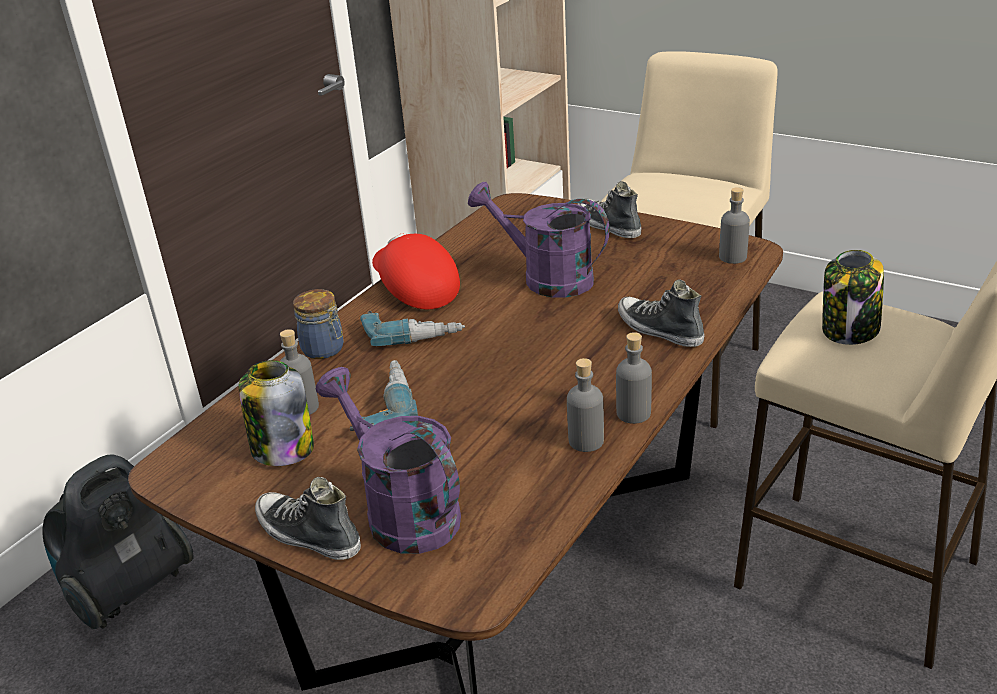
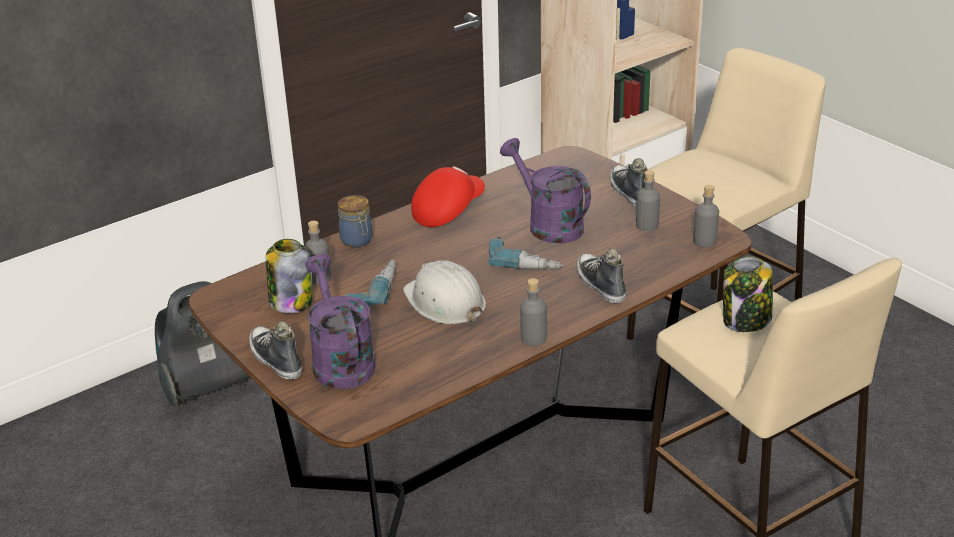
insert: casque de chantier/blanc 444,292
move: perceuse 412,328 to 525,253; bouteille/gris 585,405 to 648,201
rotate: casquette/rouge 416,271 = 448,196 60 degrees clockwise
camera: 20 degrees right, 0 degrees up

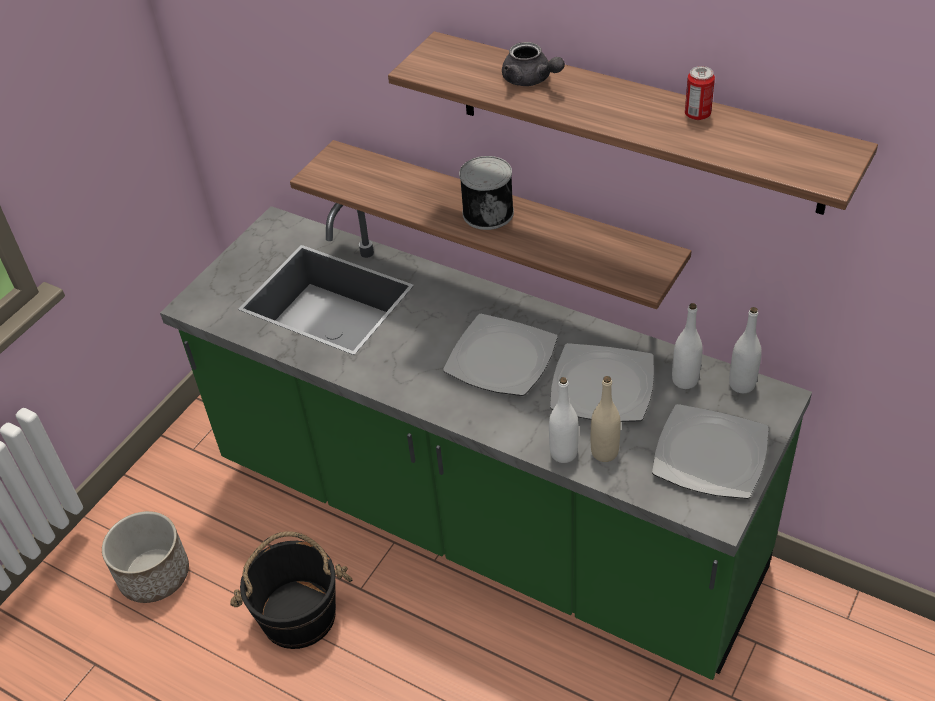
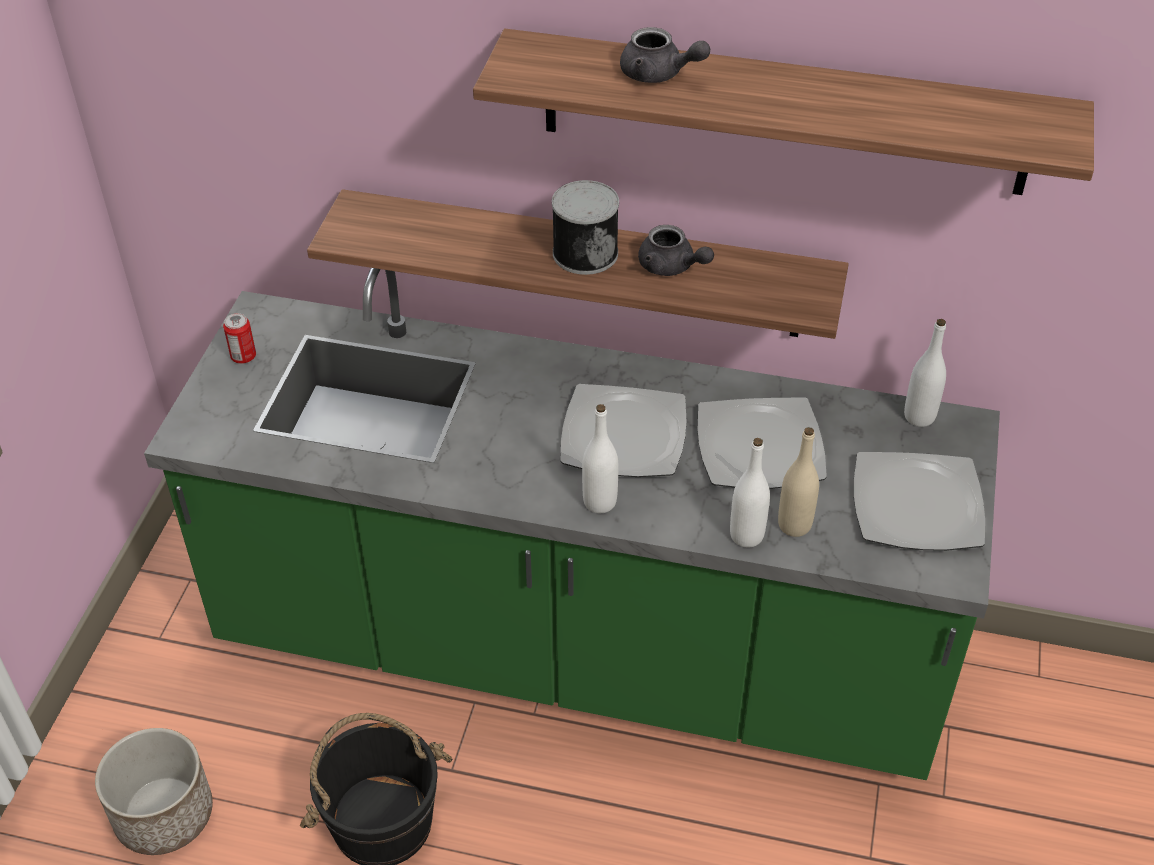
insert: théière/gris 676,250
move: bouteille/blanc 687,346 to 600,458; boîte métallique 700,93 to 239,338
camera: 20 degrees left, 0 degrees up

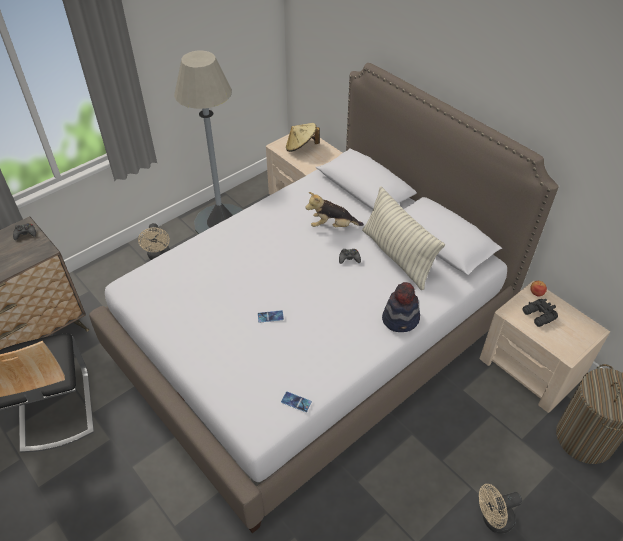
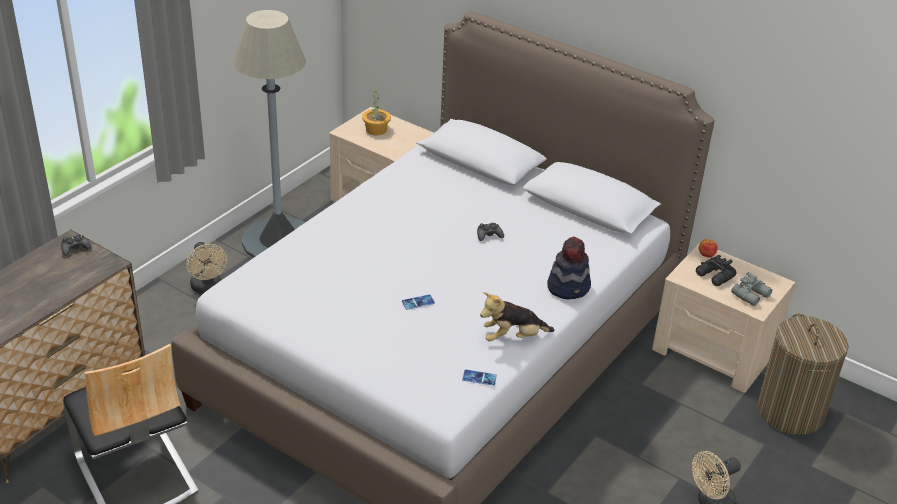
delete: coussin 403,238
insert: jumelles/gris 751,289
move: peluche 334,209 to 517,316
replace: chapeau/beige 303,137 to plante en pot 376,112
camera: 15 degrees left, 10 degrees down

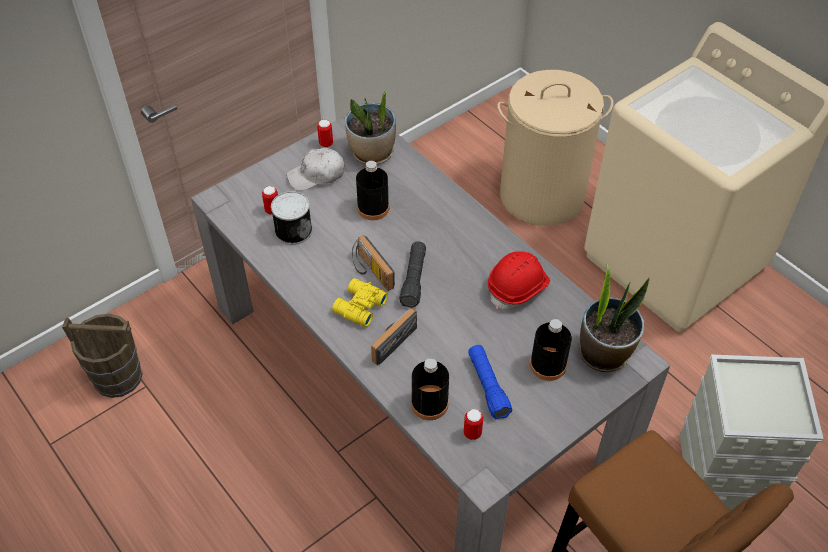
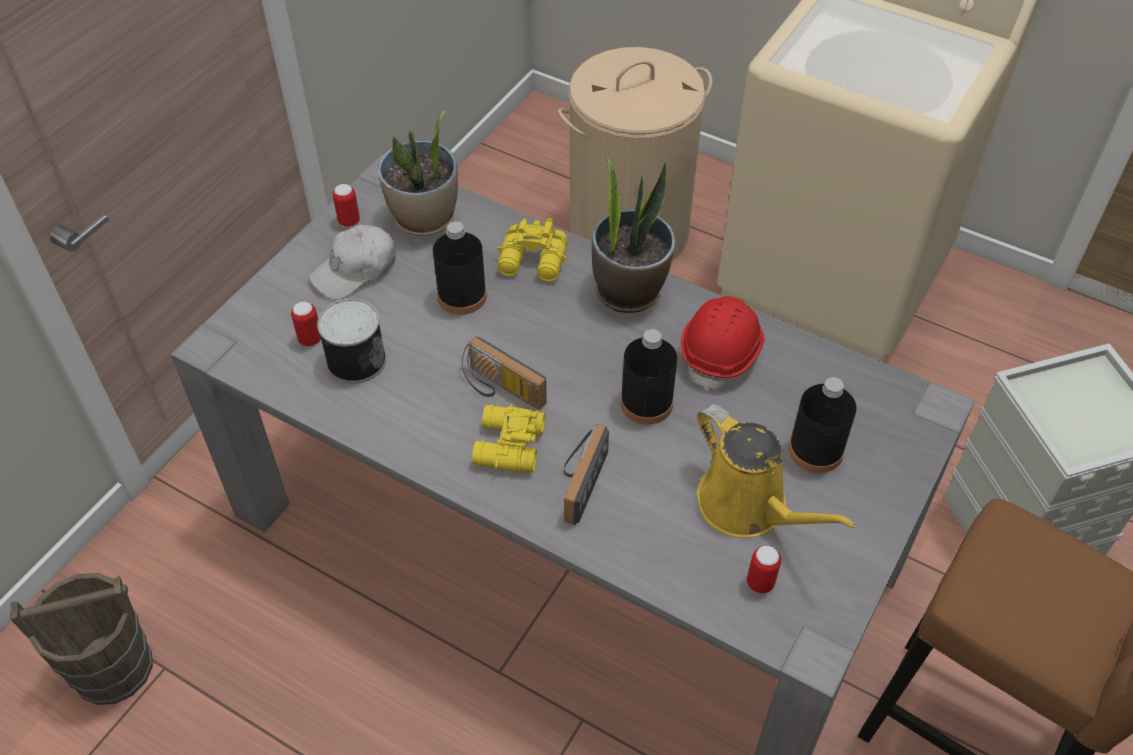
delete: lampe de poche/noir 412,274
insert: jumelles/jaune 532,250
move: bouteille/noir 430,389 to 648,376; plante en pot 614,317 to 633,234
replace: lampe de poche/bleu 490,382 to arrosoir/jaune 777,471
camera: 20 degrees left, 0 degrees up

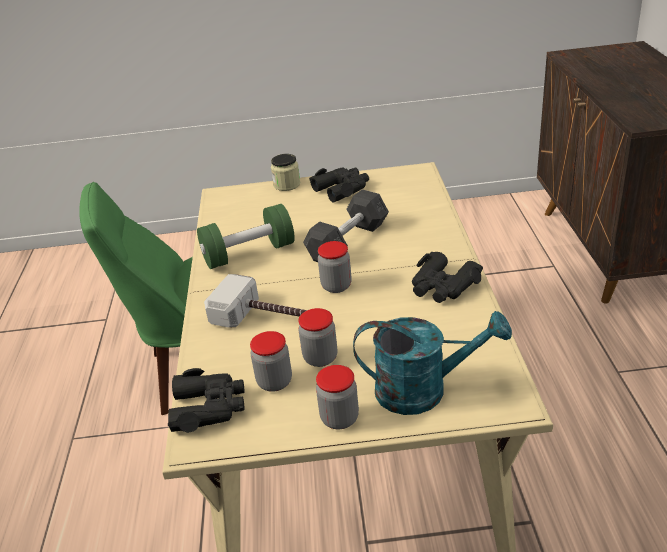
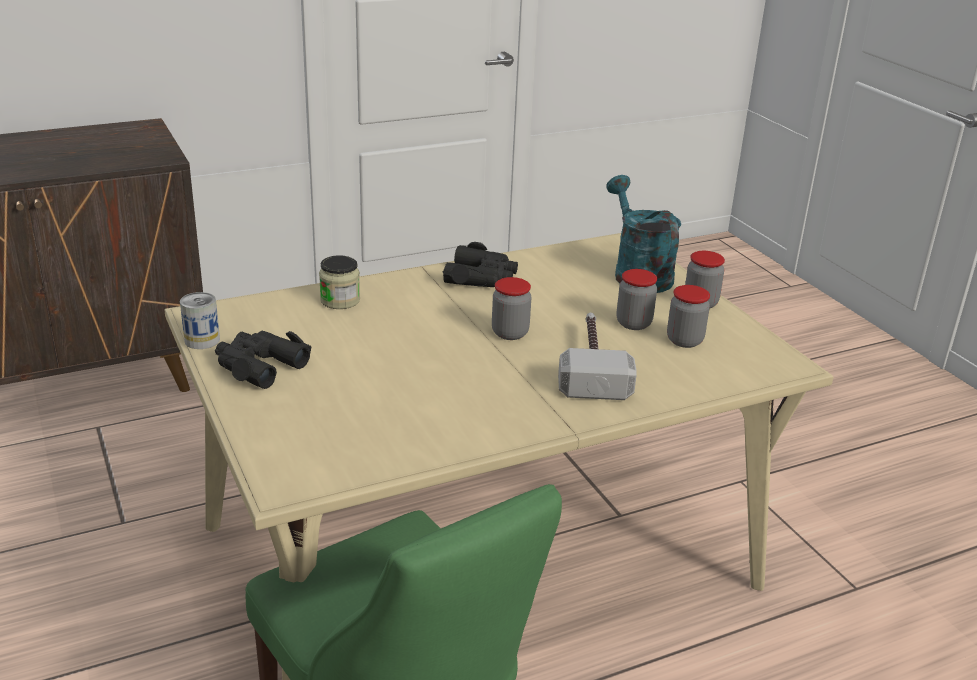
delete: jumelles/noir 206,400; haltère/vert 246,236; haltère/gris 346,225
insert: boîte métallique 200,320
move: bocal 285,172 to 339,282
camera: 115 degrees left, 5 degrees down

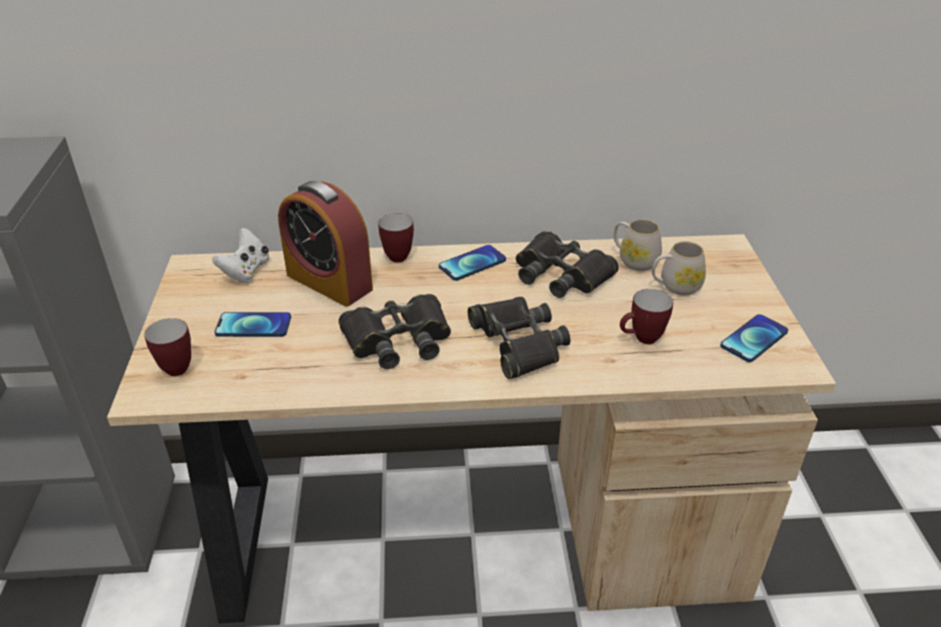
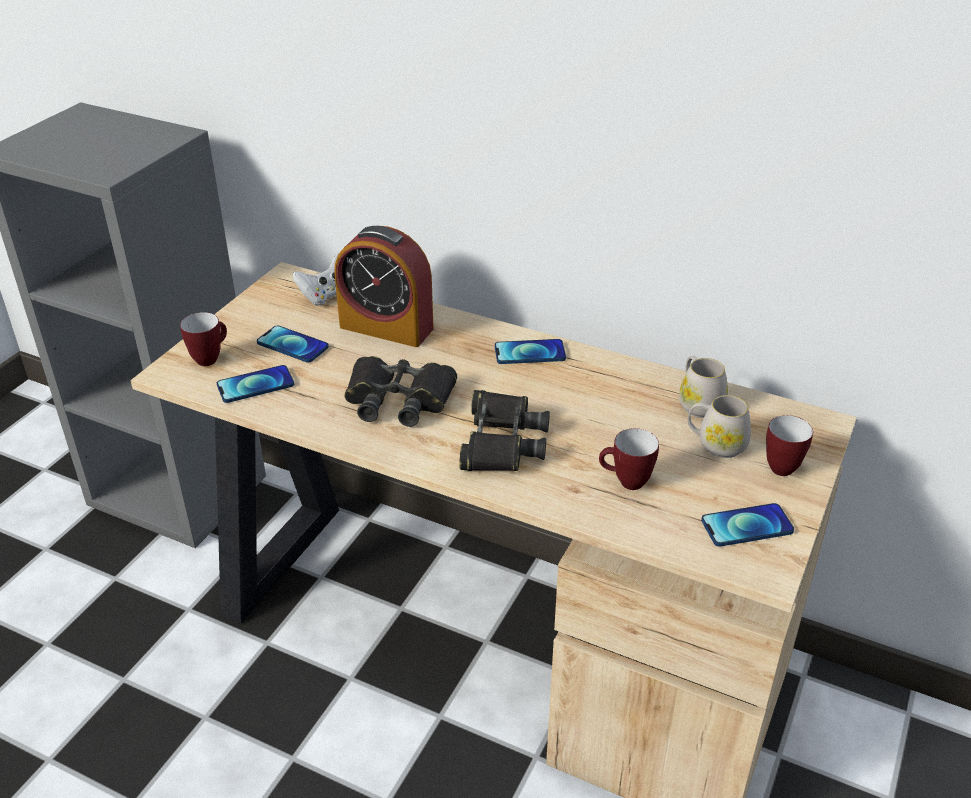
delete: jumelles/noir 567,264
insert: téléphone 255,384
move: mug 396,238 to 789,445
rotate: réveil 325,244 = 384,286 45 degrees counterclockwise
camera: 30 degrees right, 0 degrees up

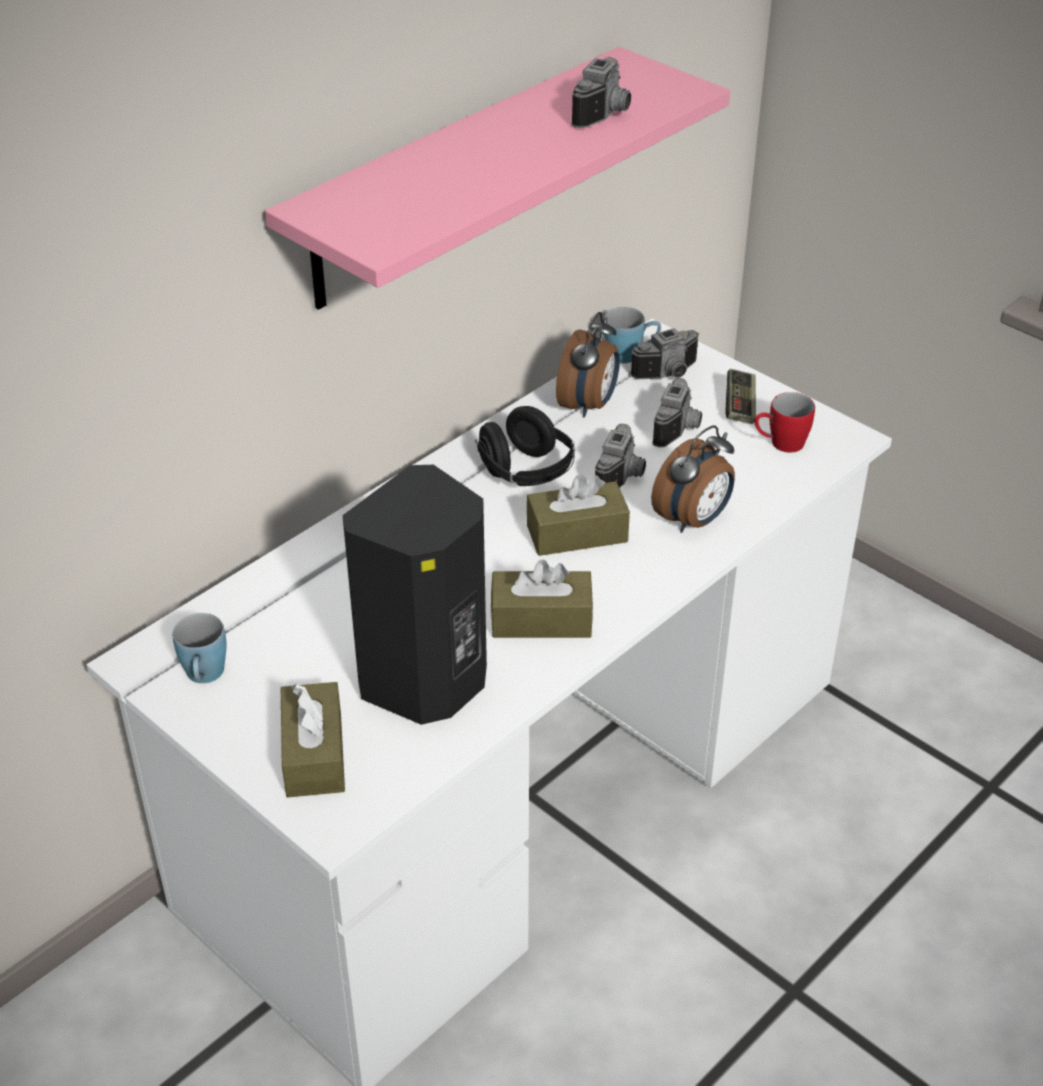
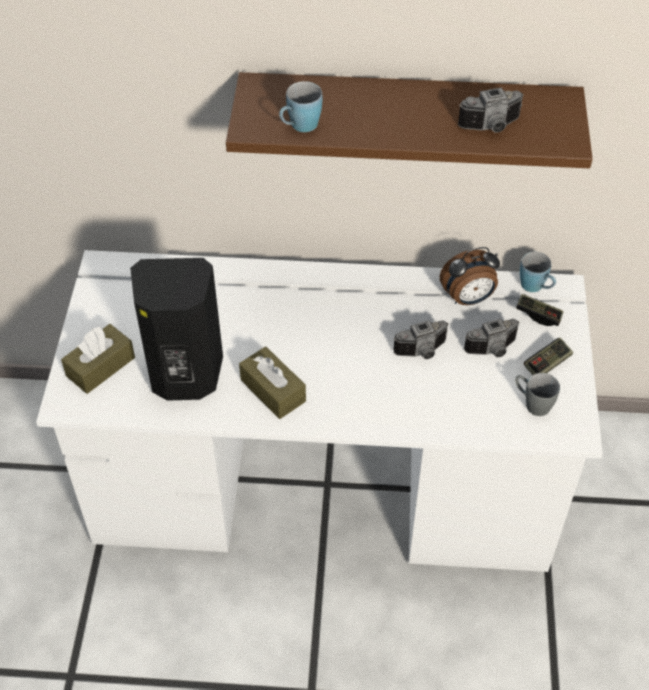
delete: casque audio/noir 525,446; boîte à mouchoirs/marron 578,515; réveil 693,479
move: mug/bleu 199,648 to 301,106
replace: appareil photo 665,353 to manette 539,310
recolor: étagère/rose 497,178 to étagère/marron 409,120; mug/rouge 784,422 to mug/gris 537,394
camera: 50 degrees right, 10 degrees up

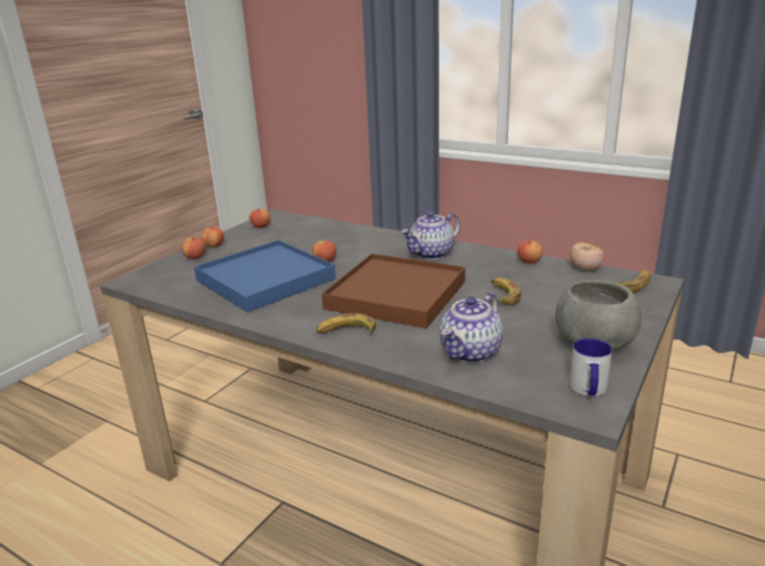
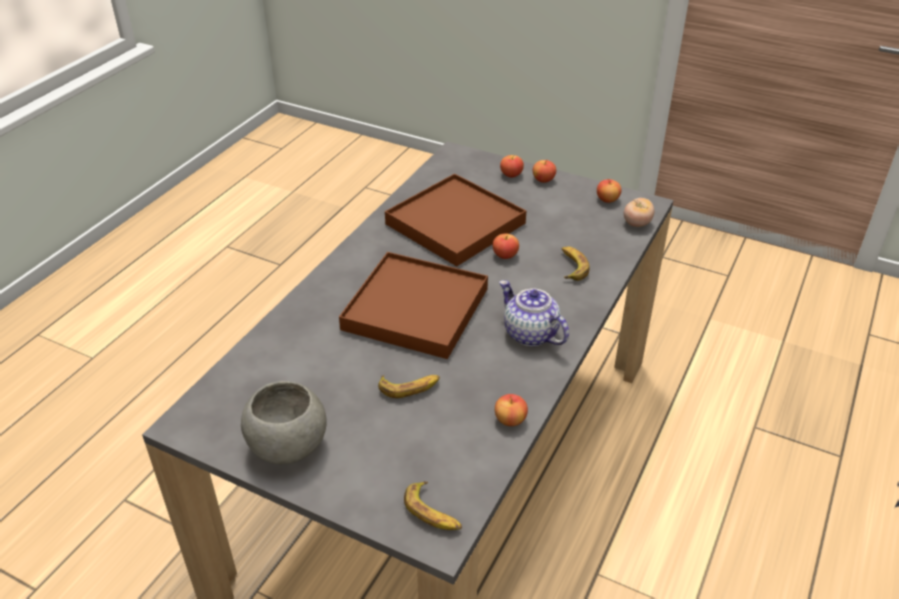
delete: théière 471,328; mug 590,367
move: banane 346,323 to 575,263; tomate 587,256 to 639,212
recolor: plateau/bleu 265,276 to plateau/marron 455,220
camera: 85 degrees right, 15 degrees up

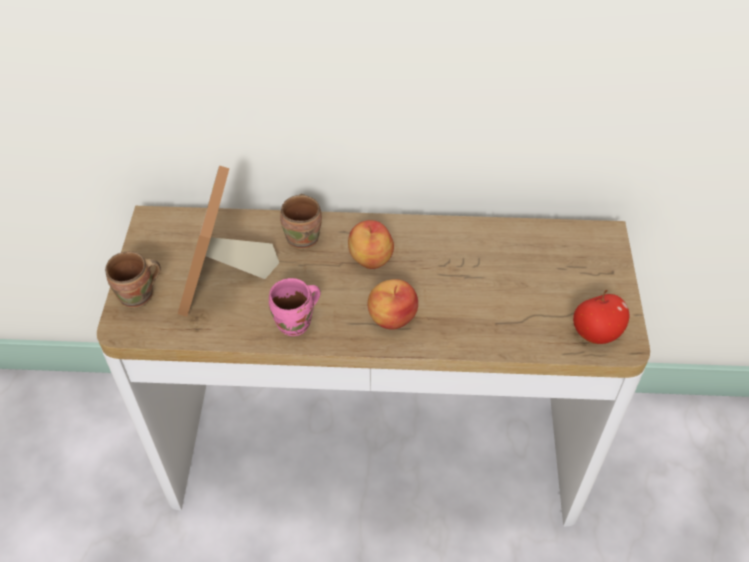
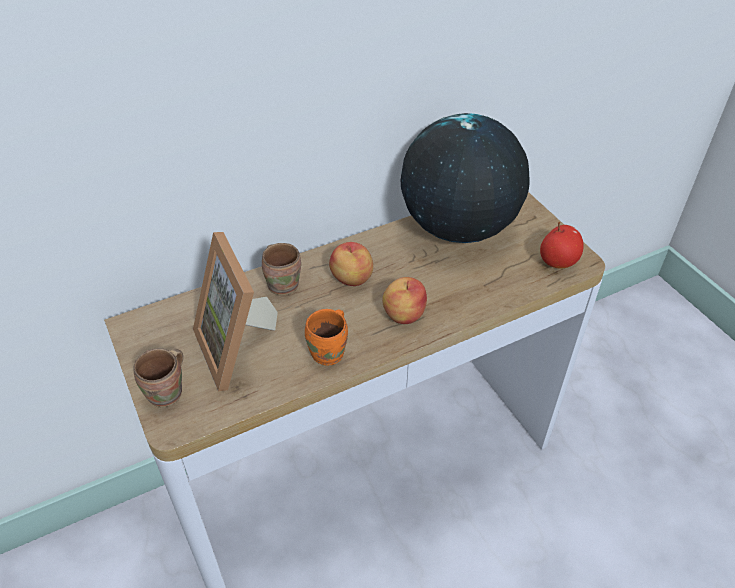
insert: globe 465,178
recolor: mug/rose 295,307 to mug/orange 326,337
camera: 30 degrees left, 5 degrees down

